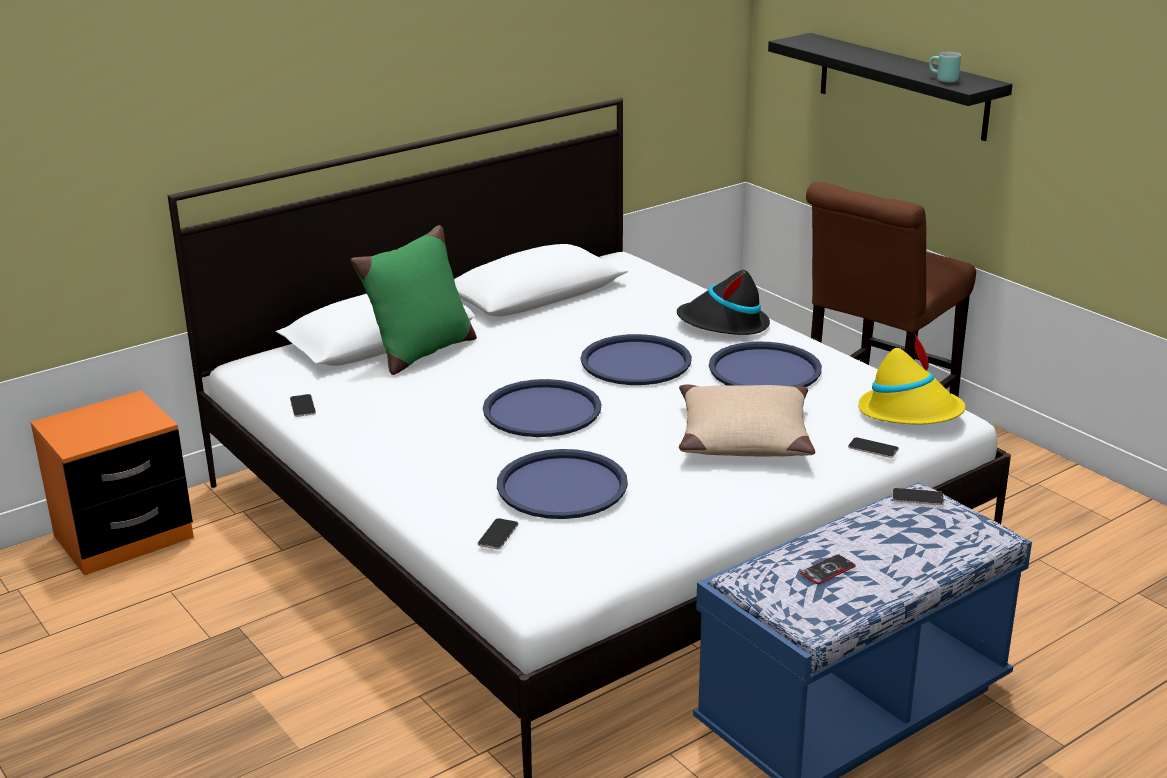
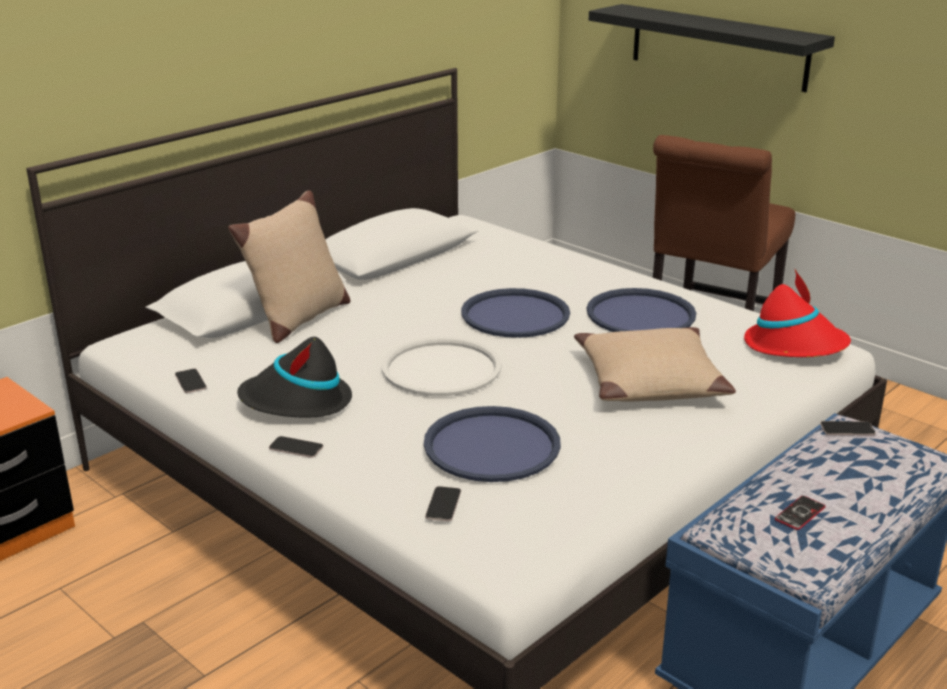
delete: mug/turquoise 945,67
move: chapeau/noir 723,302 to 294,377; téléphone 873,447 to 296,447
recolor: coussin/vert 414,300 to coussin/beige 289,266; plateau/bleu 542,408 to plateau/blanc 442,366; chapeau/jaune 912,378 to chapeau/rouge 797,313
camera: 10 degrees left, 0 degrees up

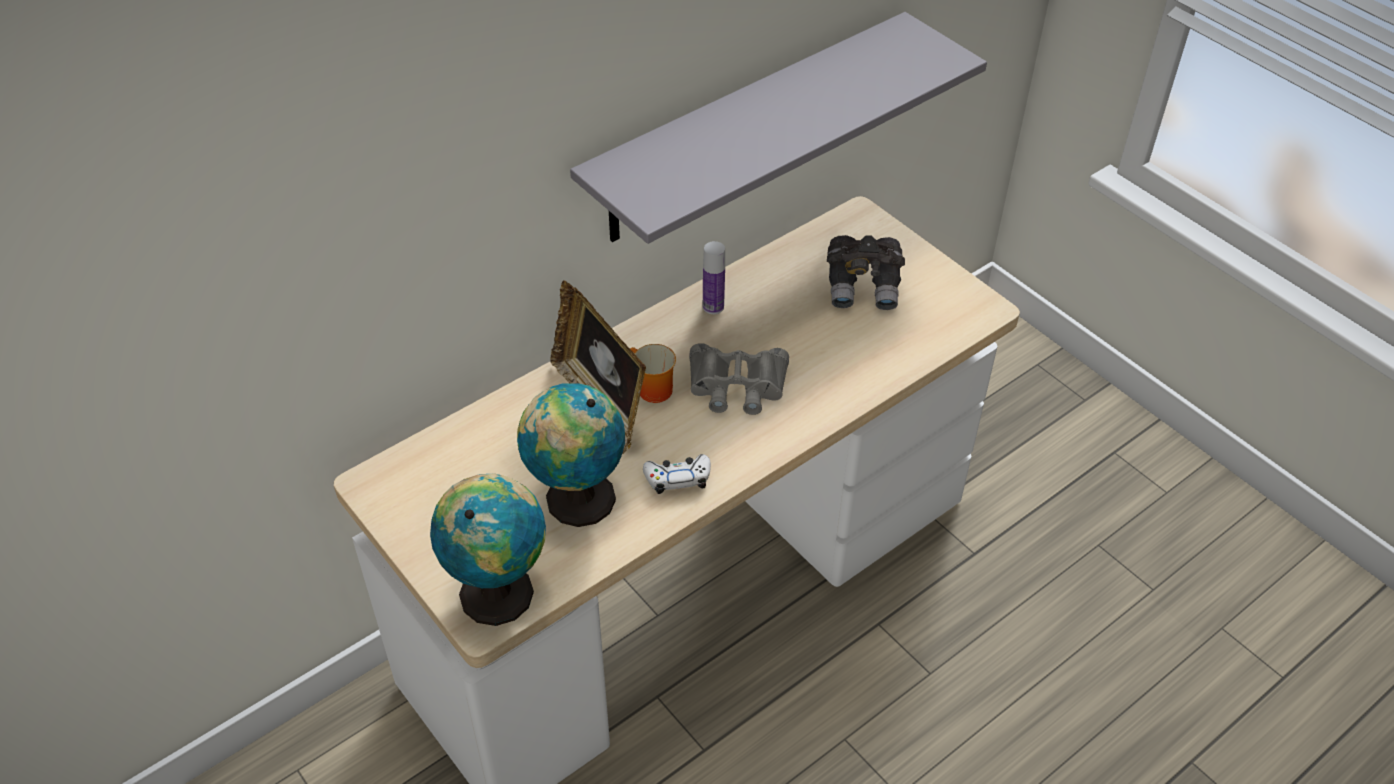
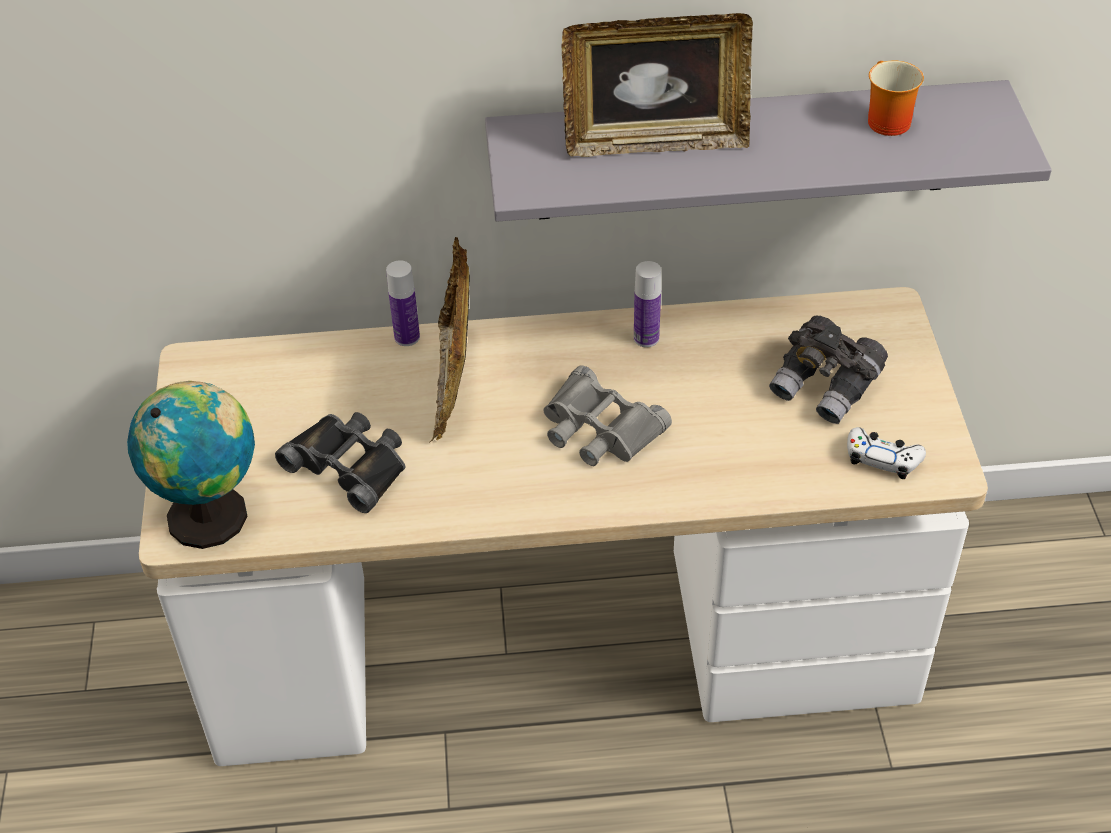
insert: bouteille 403,303; cadre photo 657,85
move: mug 653,373 to 896,98; manette/blanc 677,474 to 886,453
replace: globe 571,455 to jumelles/noir 340,462
camera: 35 degrees right, 0 degrees up

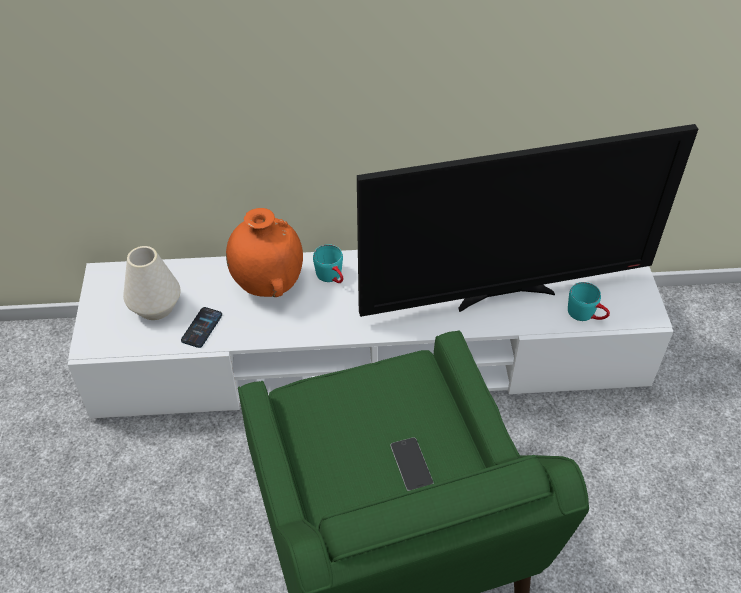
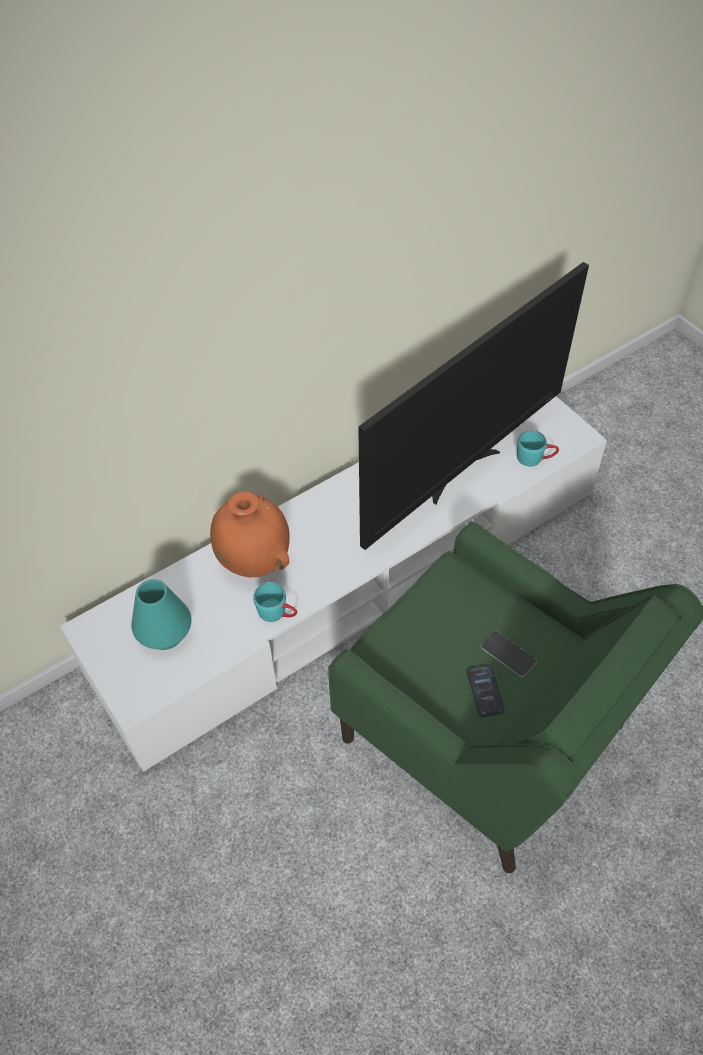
move: téléphone 201,327 to 486,690; mug/turquoise 328,263 to 275,602
recolor: vase/blanc 152,283 to vase/turquoise 161,614
camera: 30 degrees left, 5 degrees up

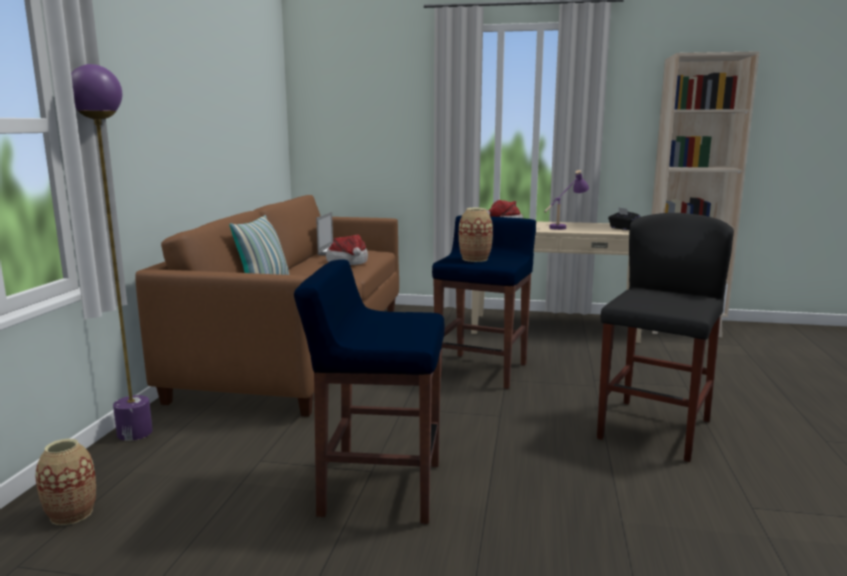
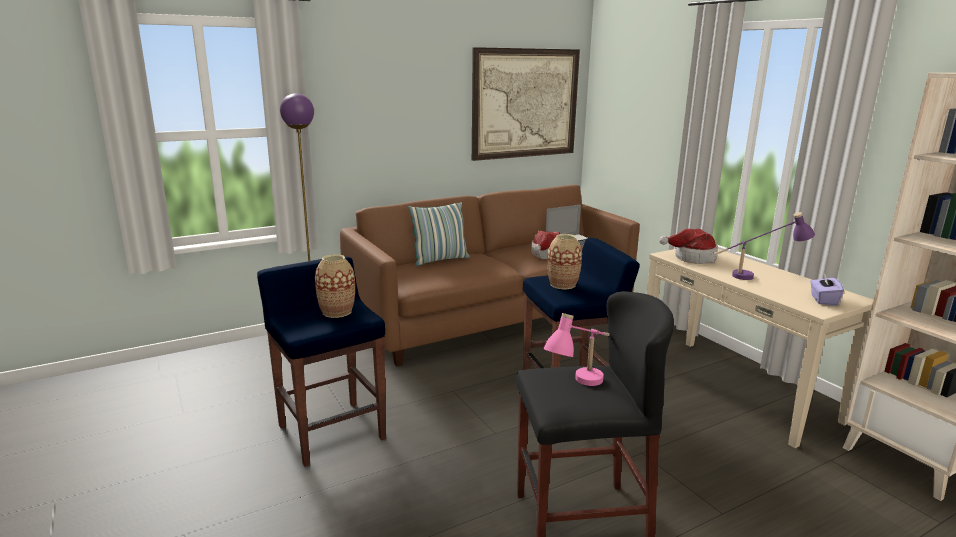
insert: tableau 526,104; lampe de table/rose 577,349
move: vase 65,482 to 335,286
recolor: boîte à mouchoirs/noir 624,218 to boîte à mouchoirs/violet 827,288
camera: 50 degrees right, 5 degrees up

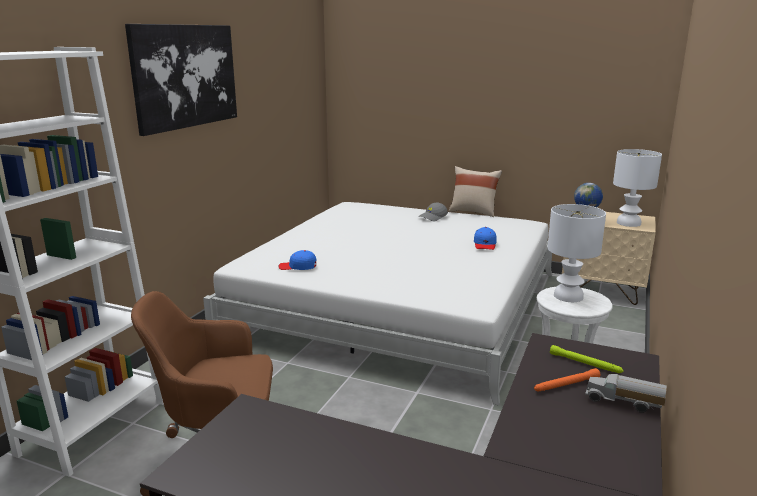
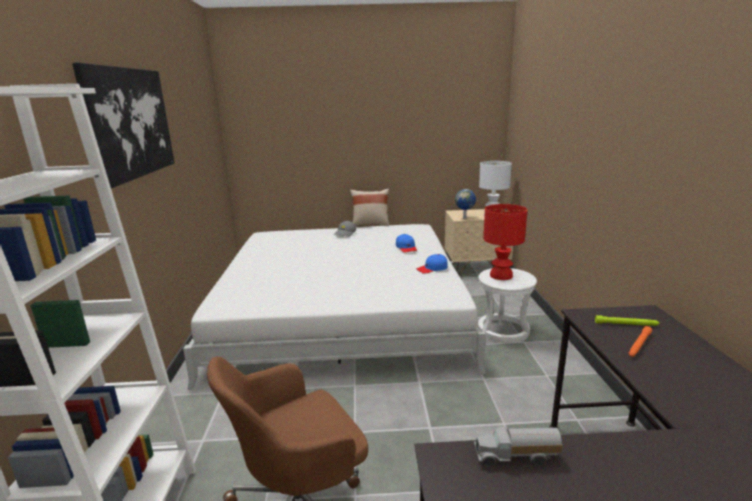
move: casquette/bleu 297,260 to 432,264; camion jouet 626,393 to 518,446
recolor: lampe de table/blanc 576,253 to lampe de table/rouge 505,242
camera: 25 degrees left, 0 degrees up

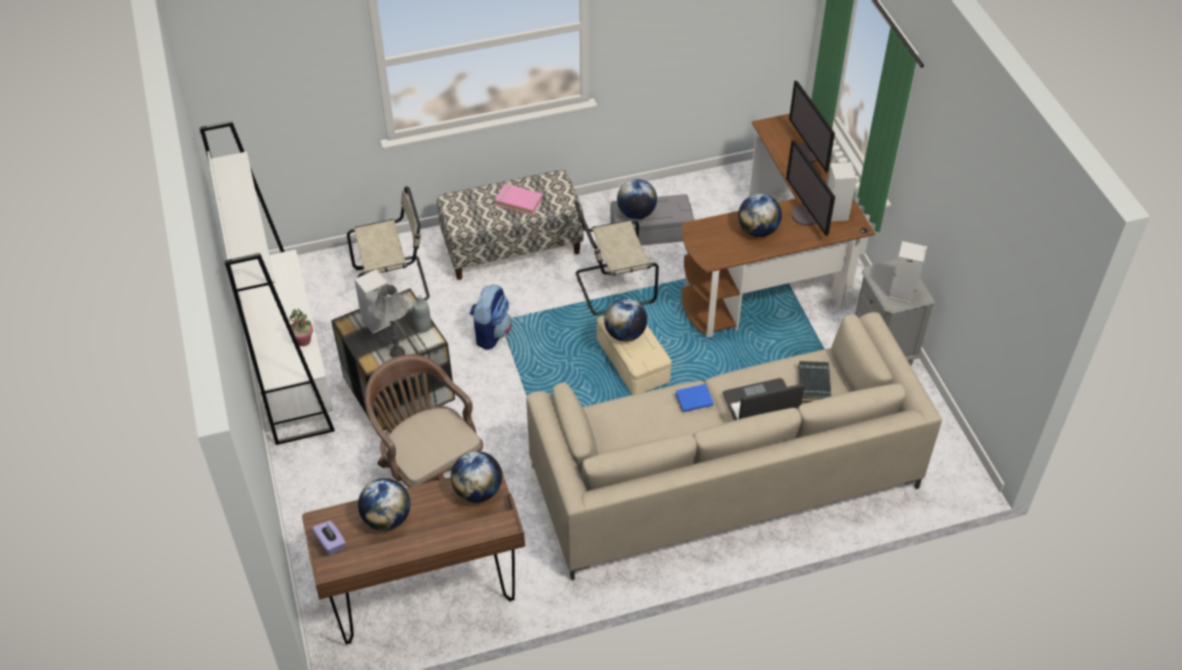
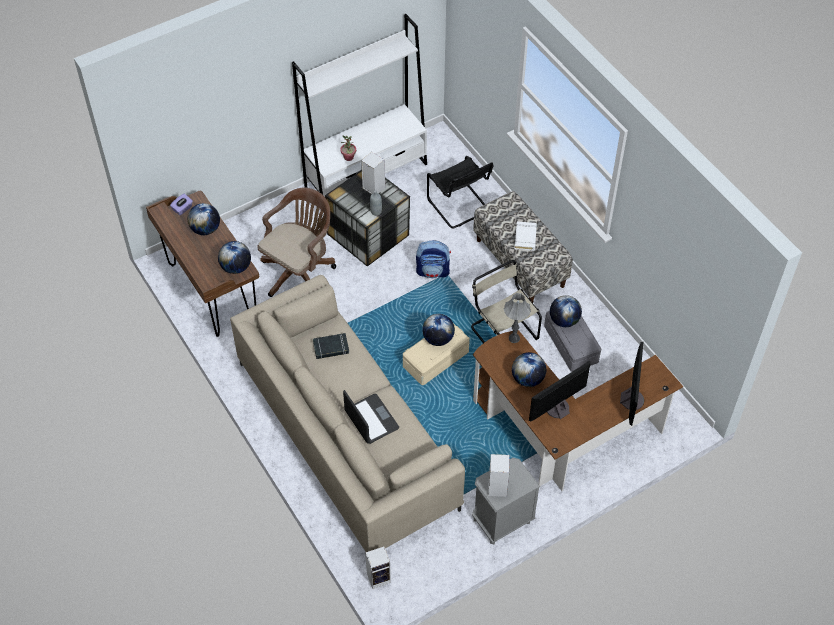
delete: livre/bleu 694,398
move: lampe de table/gris 390,321 to 517,318; livre/noir 815,382 to 331,346; enceinte 842,191 to 378,568
recolor: chaise/beige 388,243 to chaise/noir 460,192; livre/rose 518,200 to livre/blanc 526,236
rotate: écran d'ordinateur 812,126 = 632,383 135 degrees clockwise
camera: 75 degrees right, 5 degrees up

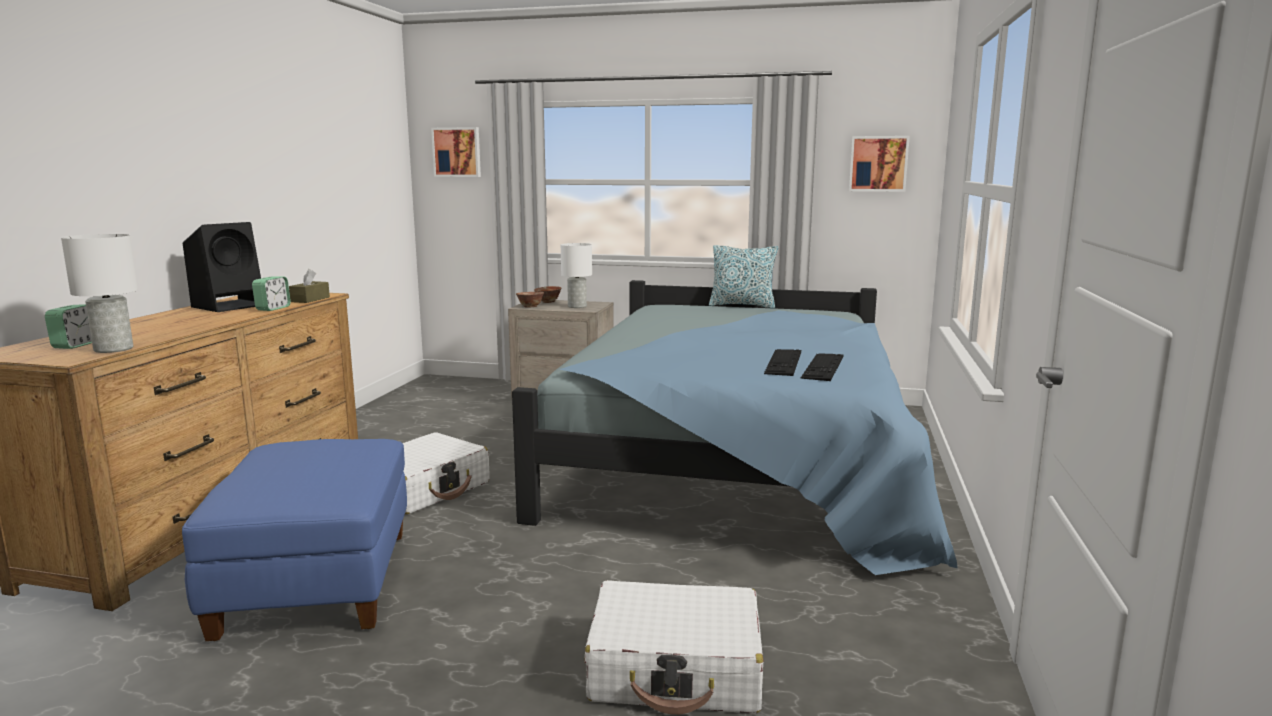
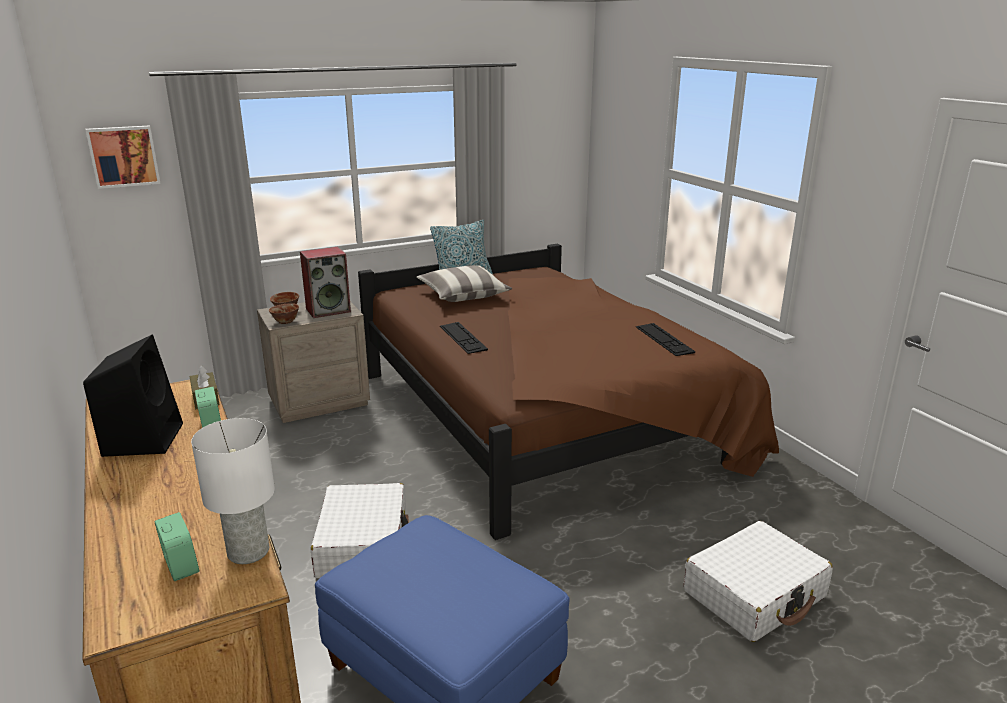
delete: tableau 879,164
insert: coussin 464,283
move: clavier 782,362 to 464,338
replace: lampe de table/blanc 576,275 to enceinte 325,282
recolor: lit/bleu 734,427 to lit/marron 568,392
camera: 40 degrees left, 10 degrees up

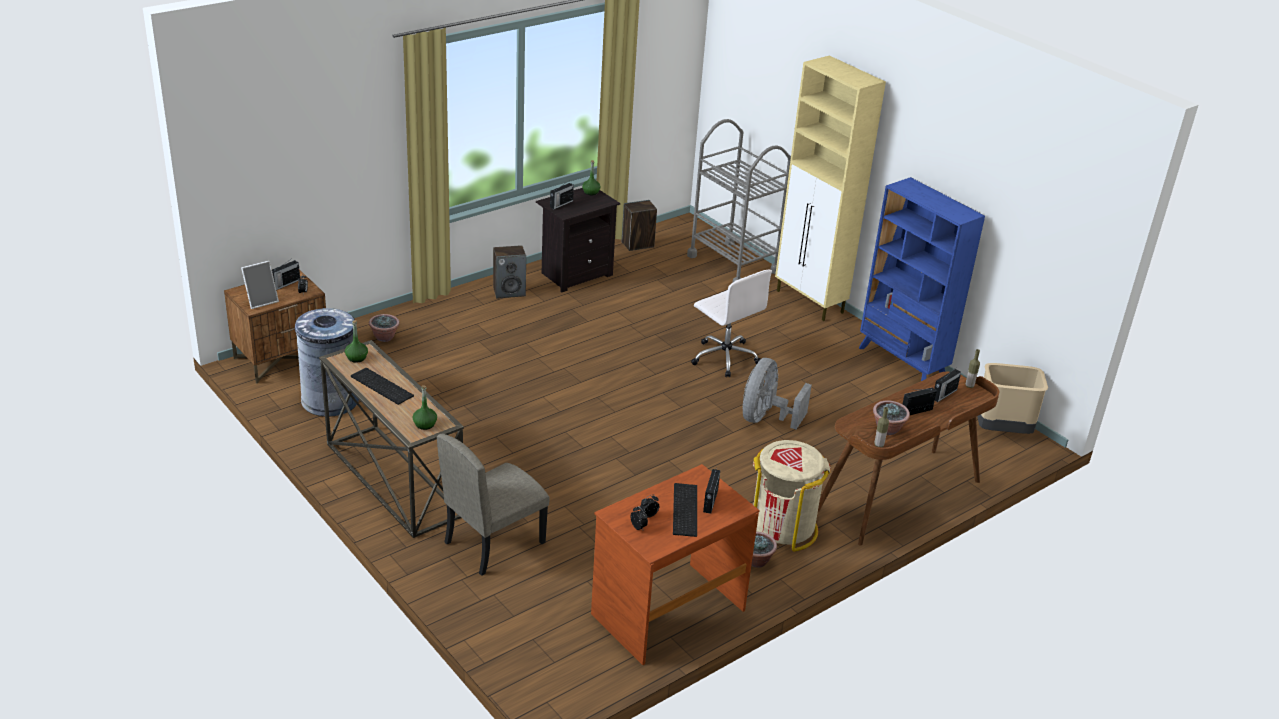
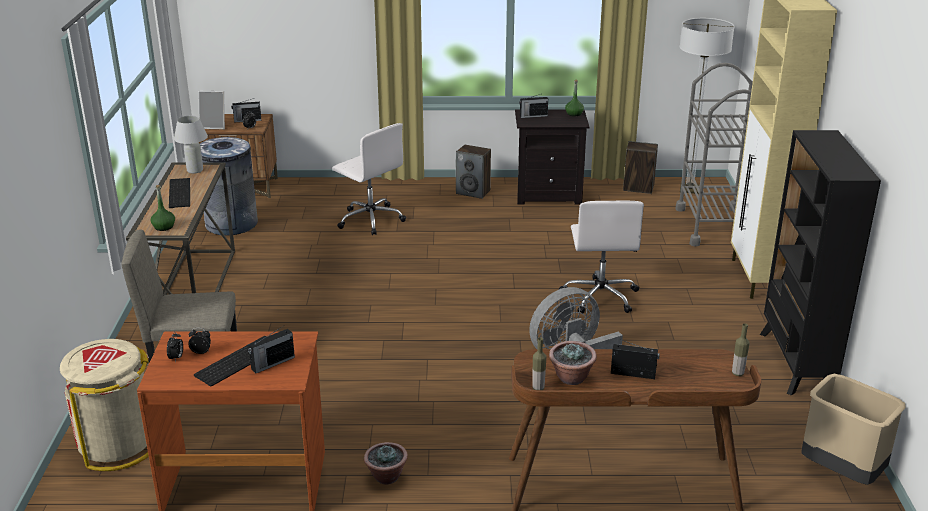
delete: plante en pot 384,328; radio 947,384
insert: chaise de bureau/blanc 369,179; lampadaire 707,106
move: poubelle/beige 792,496 to 104,405
replace: bouteille/vert 356,341 to lampe de table/blanc 191,145
recolor: bibliothèque/bleu 922,279 to bibliothèque/noir 820,263
camera: 40 degrees right, 5 degrees down

